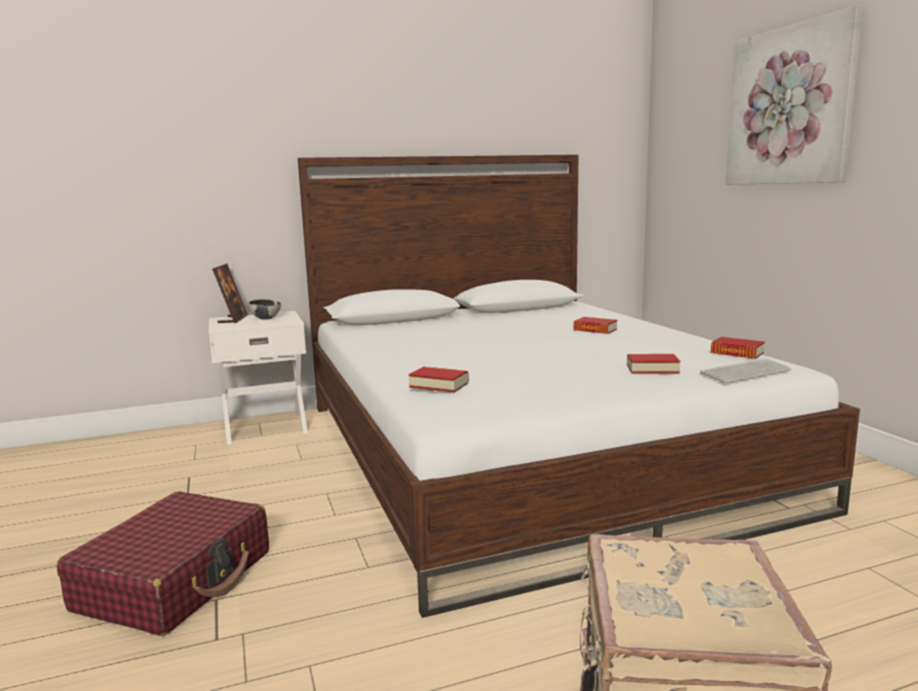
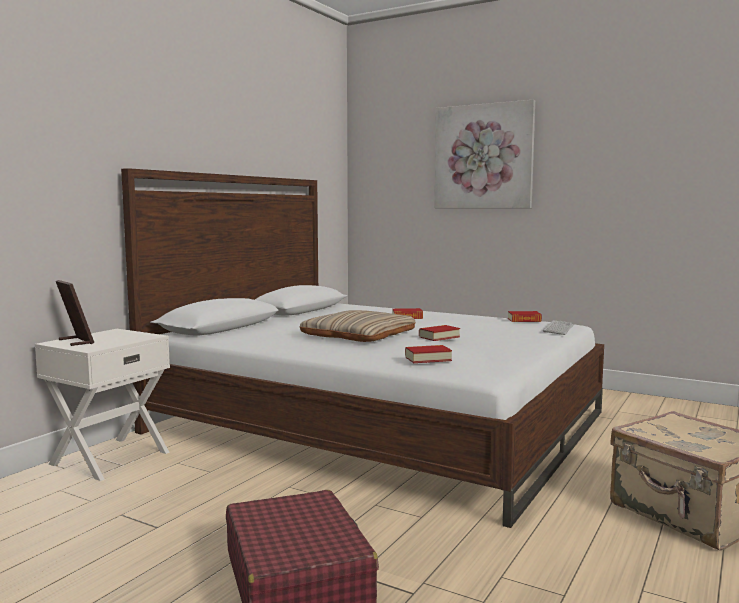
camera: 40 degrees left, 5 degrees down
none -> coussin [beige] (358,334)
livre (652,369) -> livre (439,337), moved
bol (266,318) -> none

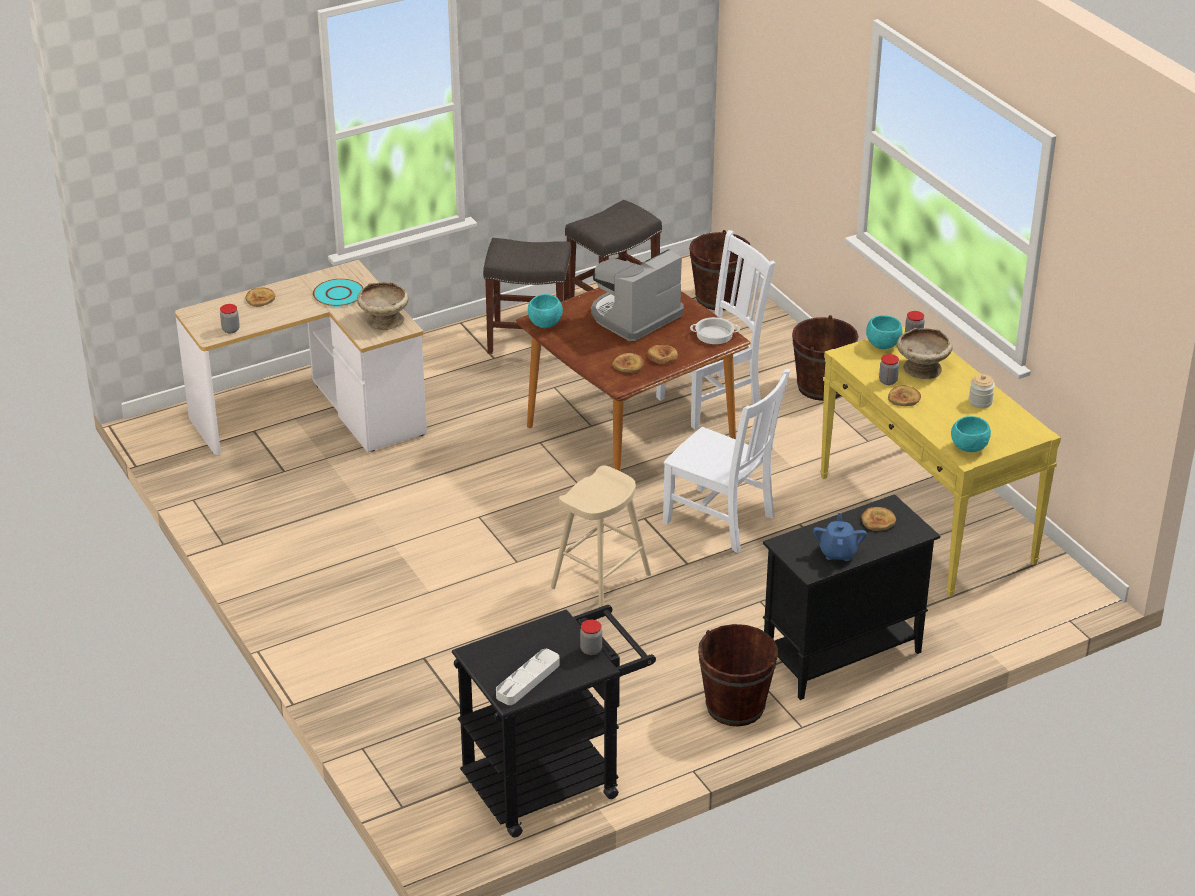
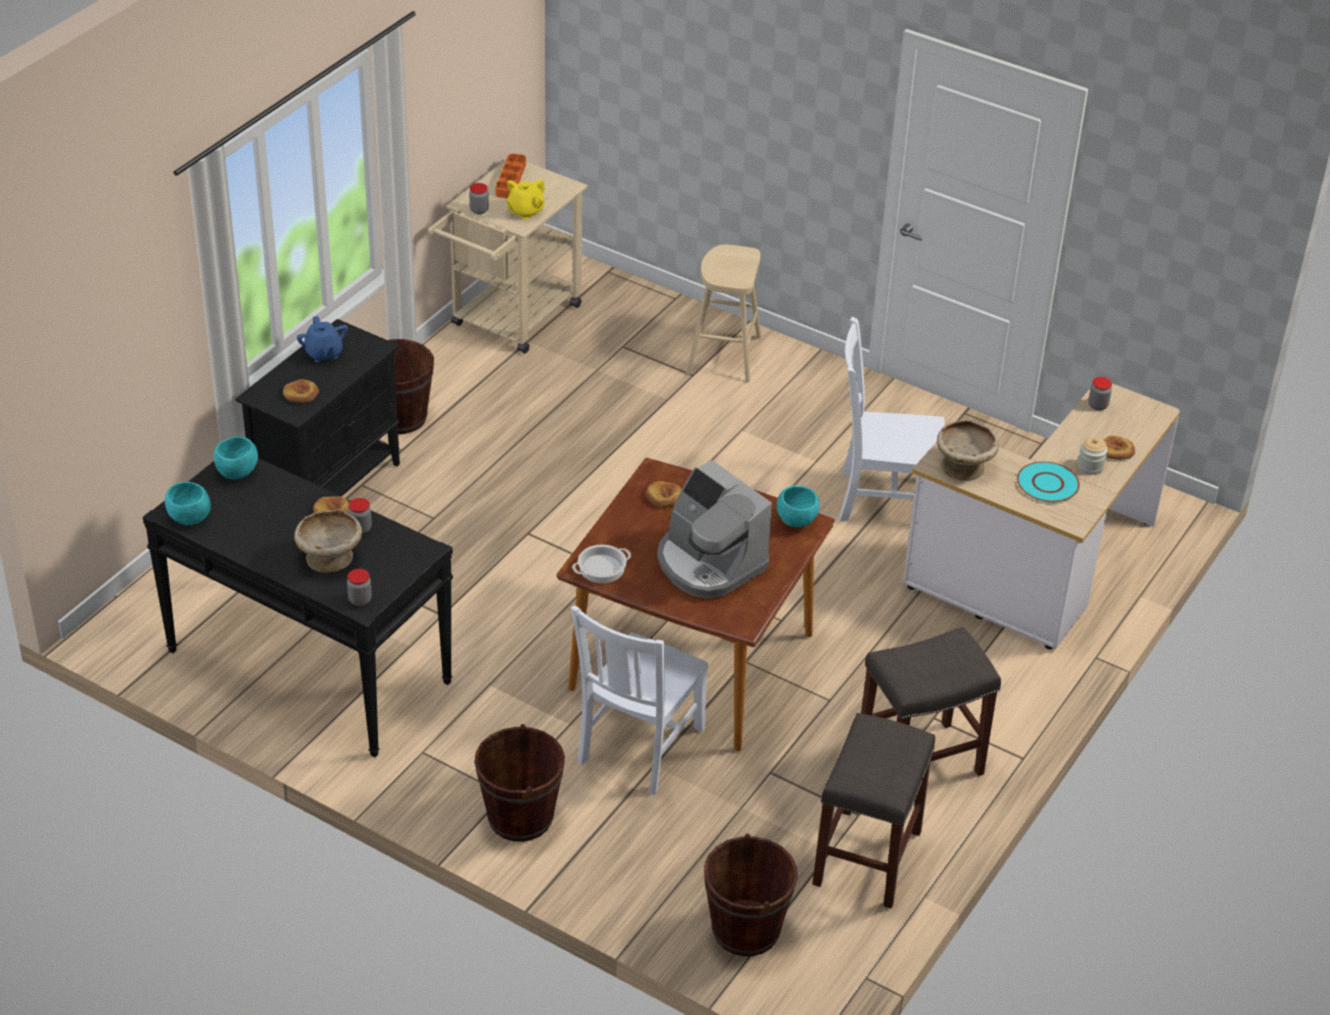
camera: 150 degrees right, 5 degrees up
table console [jaune] (927,519) -> table console [noir] (308,666)
bol [turquoise] (882,345) -> bol [turquoise] (190,518), moved
chariot [noir] (553,780) -> chariot [beige] (510,320)
plateau [gris] (528,680) -> plateau [orange] (510,179)
none -> théière [jaune] (525,211)
machine à café (634,317) -> machine à café (708,563), 120 degrees clockwise
tabouret [beige] (601,581) -> tabouret [beige] (723,355), moved
chaise [blanc] (722,521) -> chaise [blanc] (883,499), moved
bocal (980,402) -> bocal (1090,466), moved
pain (662,357) -> none

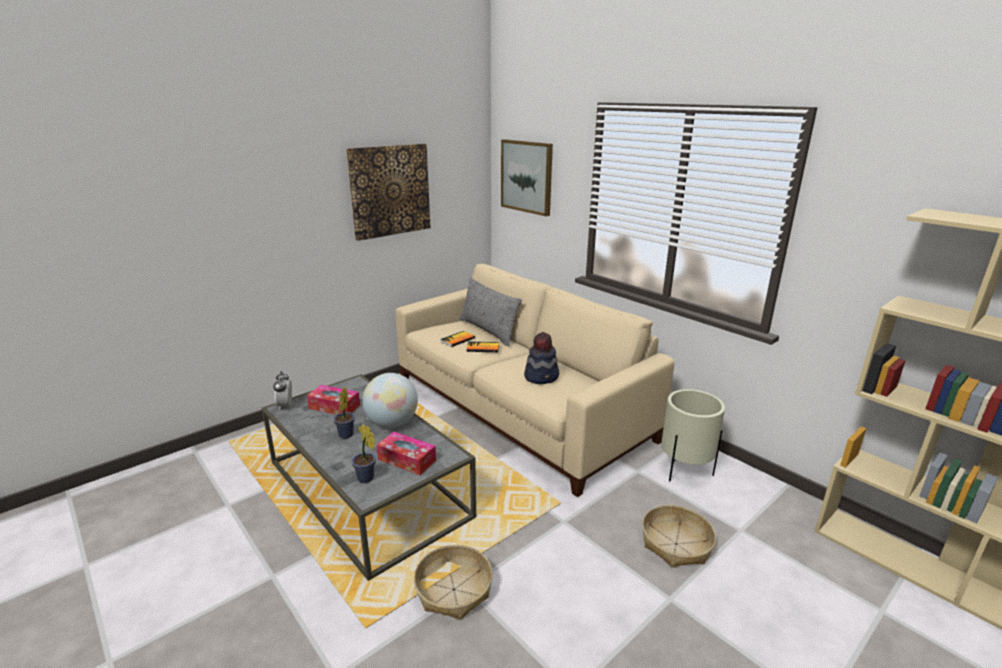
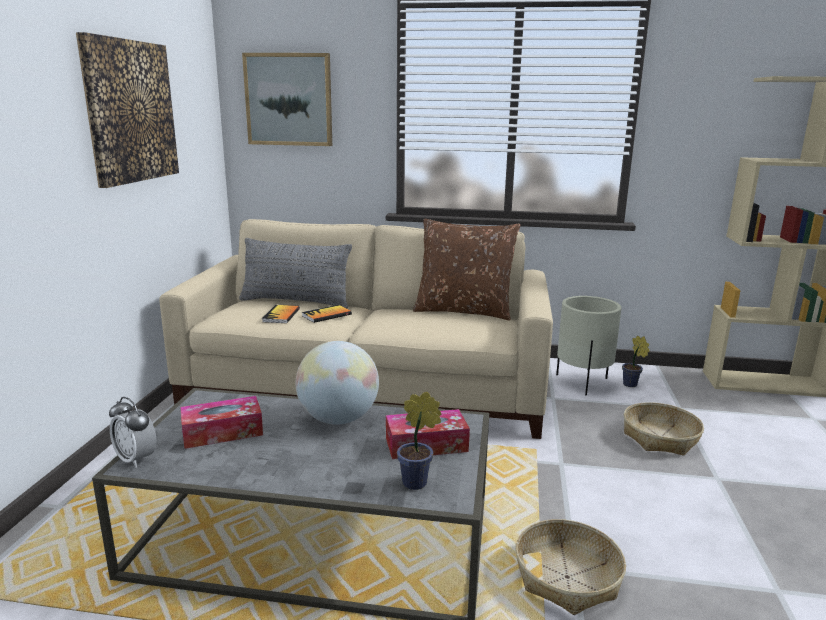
camera: 40 degrees left, 5 degrees down
none -> coussin [marron] (464,311)
plante en pot (345,436) -> plante en pot (631,385), moved
chapeau (542,376) -> none

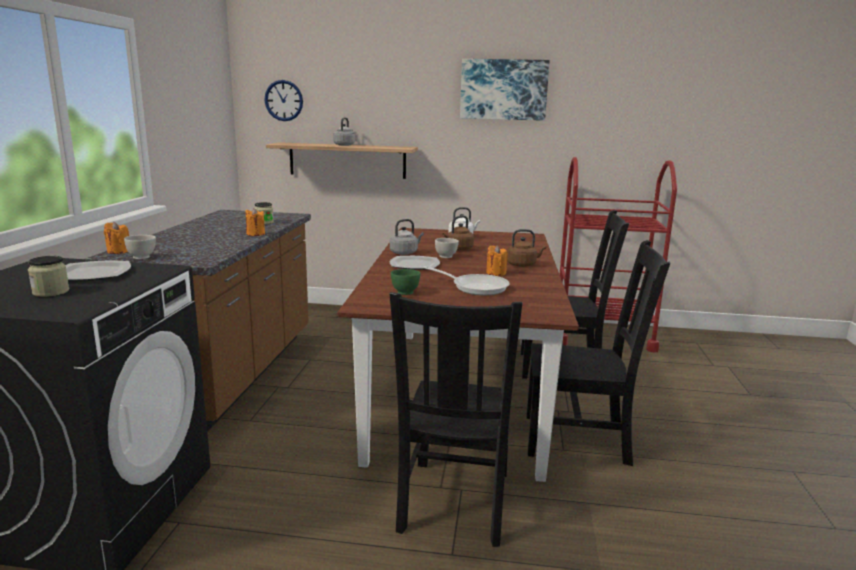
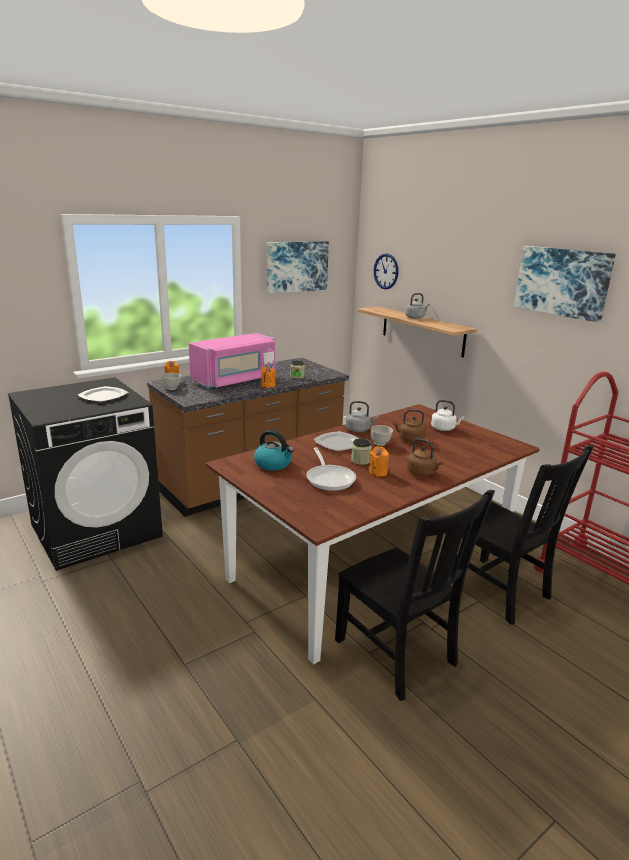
camera: 45 degrees right, 5 degrees up
none -> micro-ondes [rose] (235,380)
bol [vert] (405,292) -> bouilloire (273,464)
none -> tableau (296,266)
bocal (51,292) -> bocal (360,460), moved
chaise [noir] (454,504) -> none

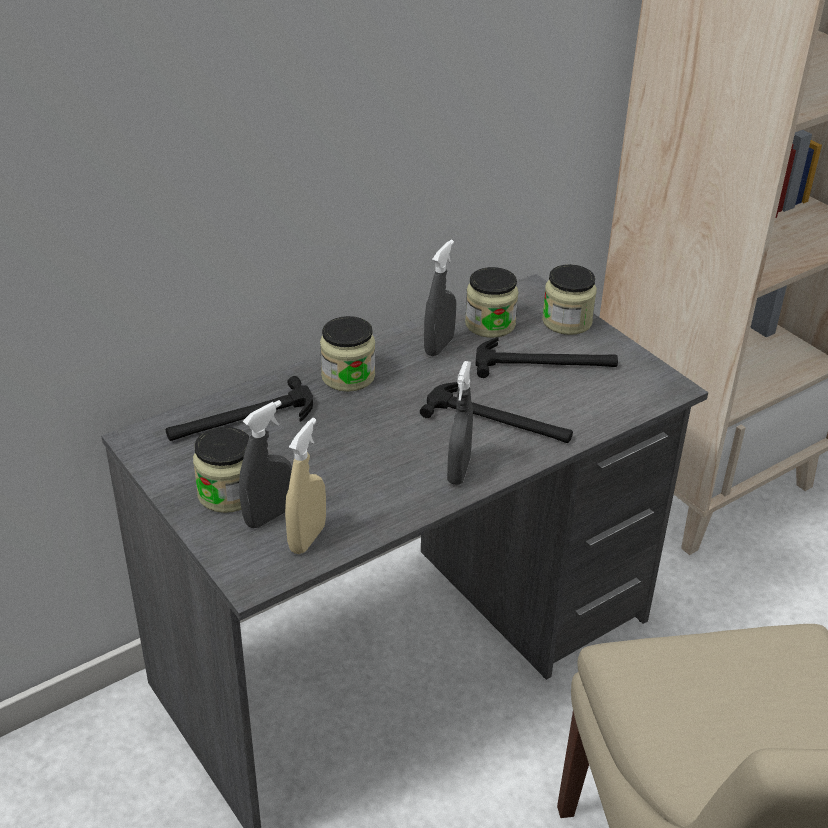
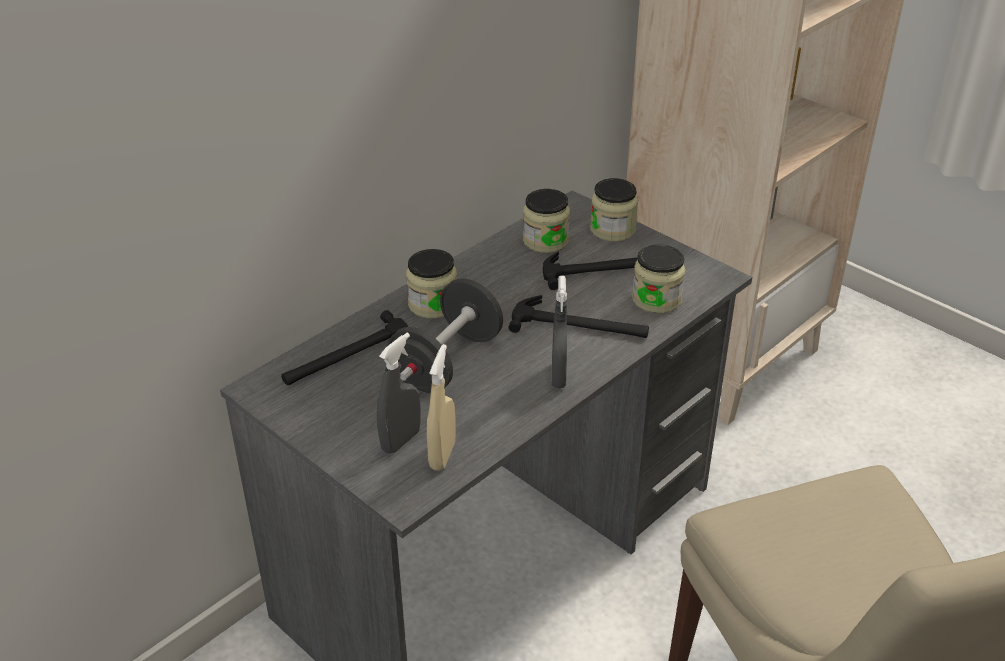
camera: 10 degrees left, 0 degrees up
none -> haltère [noir] (447,362)
bocal (228,493) -> bocal (656,299), moved
vaporisateur [gris] (439,346) -> none

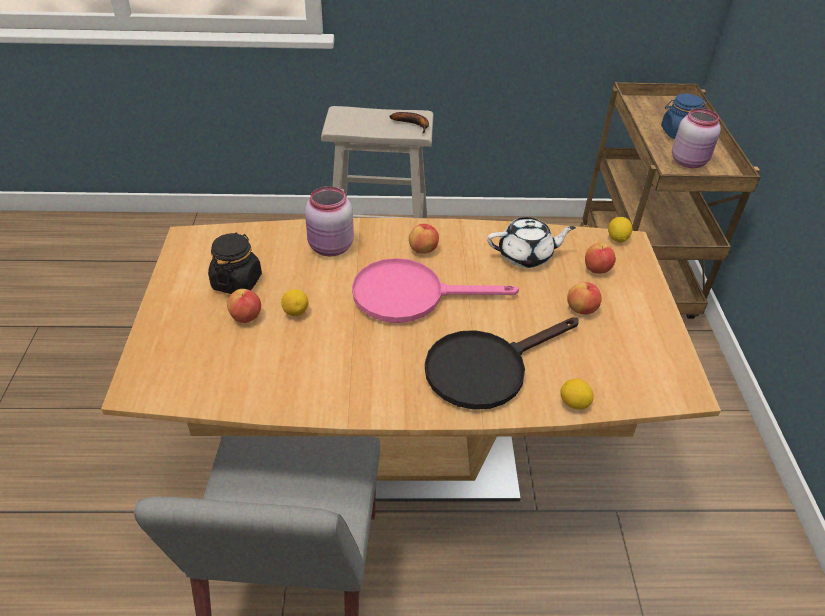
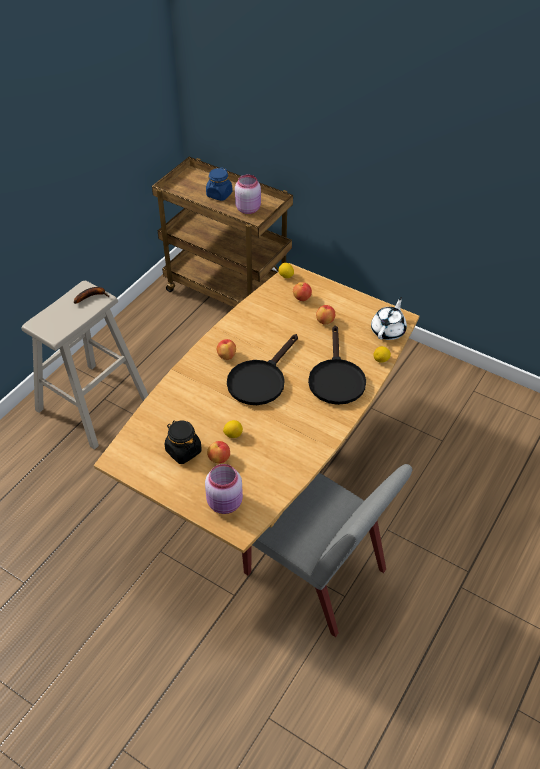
camera: 55 degrees left, 5 degrees up
bocal [rose] (330,248) -> bocal [rose] (225,503), moved
poêle [rose] (411,295) -> poêle [noir] (260,379)
théière [blanc] (526,256) -> théière [blanc] (388,330), moved

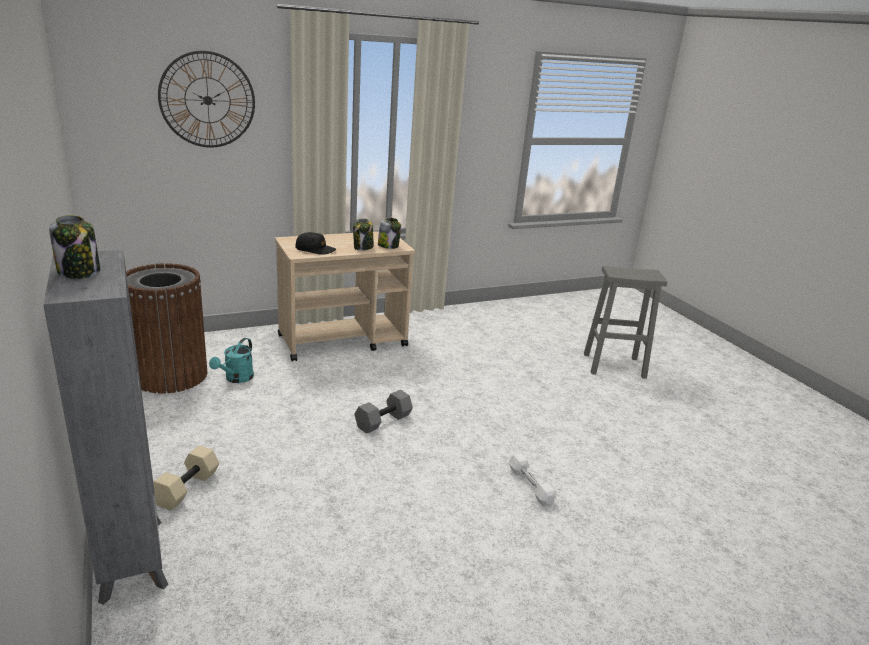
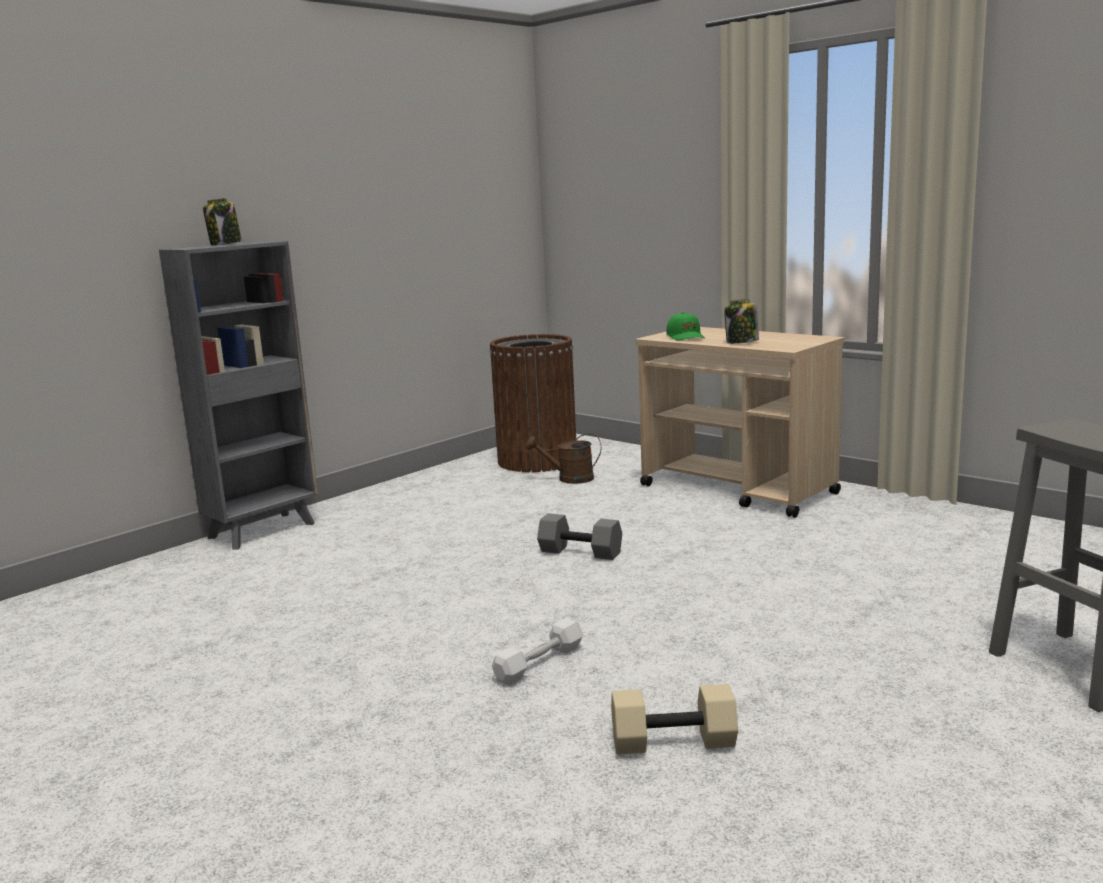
camera: 70 degrees right, 10 degrees down
arrosoir [turquoise] (236,379) -> arrosoir [marron] (569,479)
haltère [beige] (186,487) -> haltère [beige] (674,741), moved
casquette [noir] (315,249) -> casquette [vert] (685,337)
horloge murale (207,100) -> none
bocal (388,246) -> none

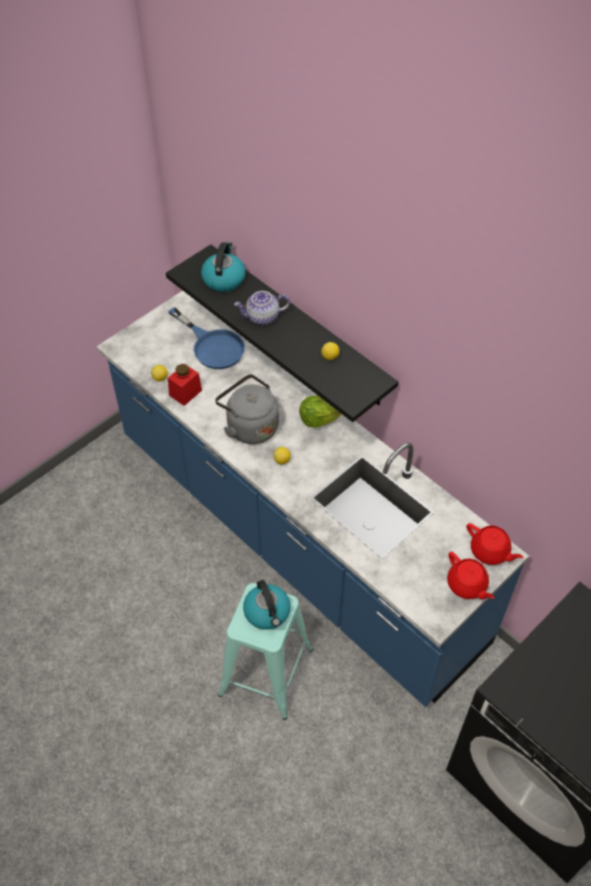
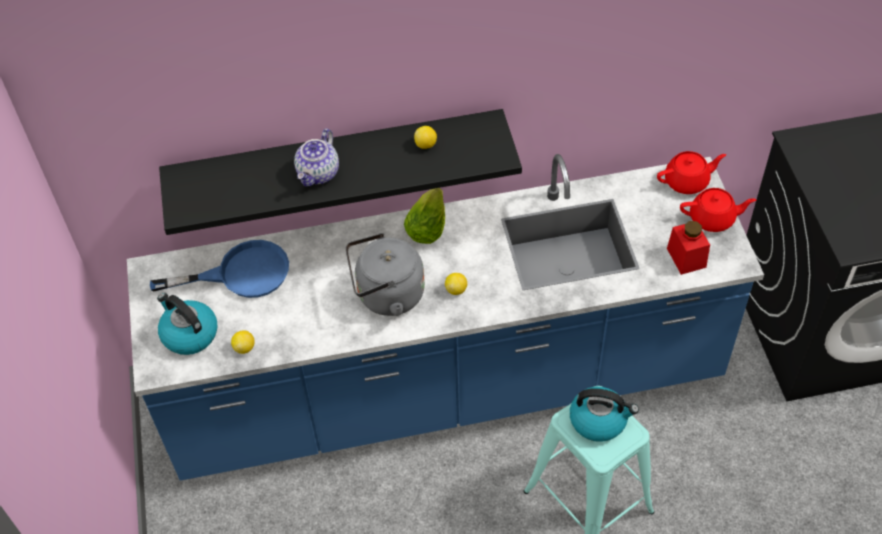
camera: 55 degrees left, 0 degrees up
bouilloire (223,279) -> bouilloire (189,334), moved
bocal [rouge] (185,393) -> bocal [rouge] (686,258), moved

